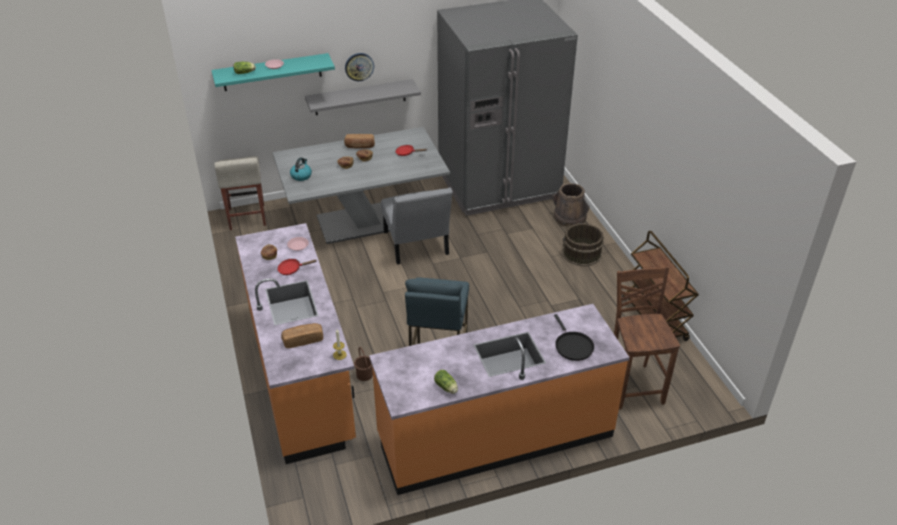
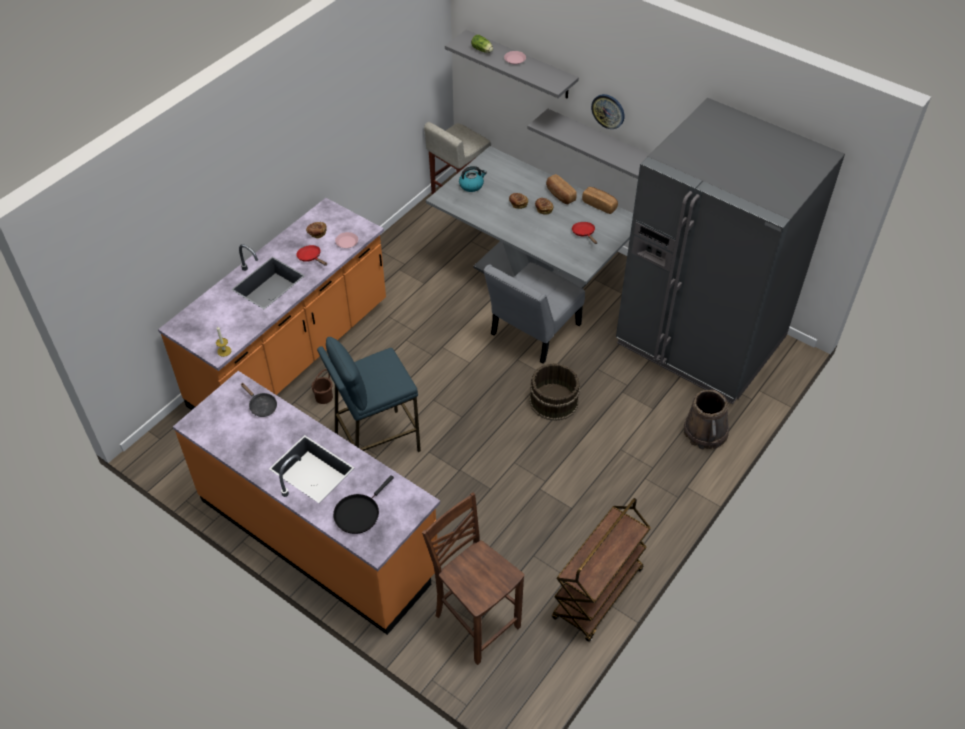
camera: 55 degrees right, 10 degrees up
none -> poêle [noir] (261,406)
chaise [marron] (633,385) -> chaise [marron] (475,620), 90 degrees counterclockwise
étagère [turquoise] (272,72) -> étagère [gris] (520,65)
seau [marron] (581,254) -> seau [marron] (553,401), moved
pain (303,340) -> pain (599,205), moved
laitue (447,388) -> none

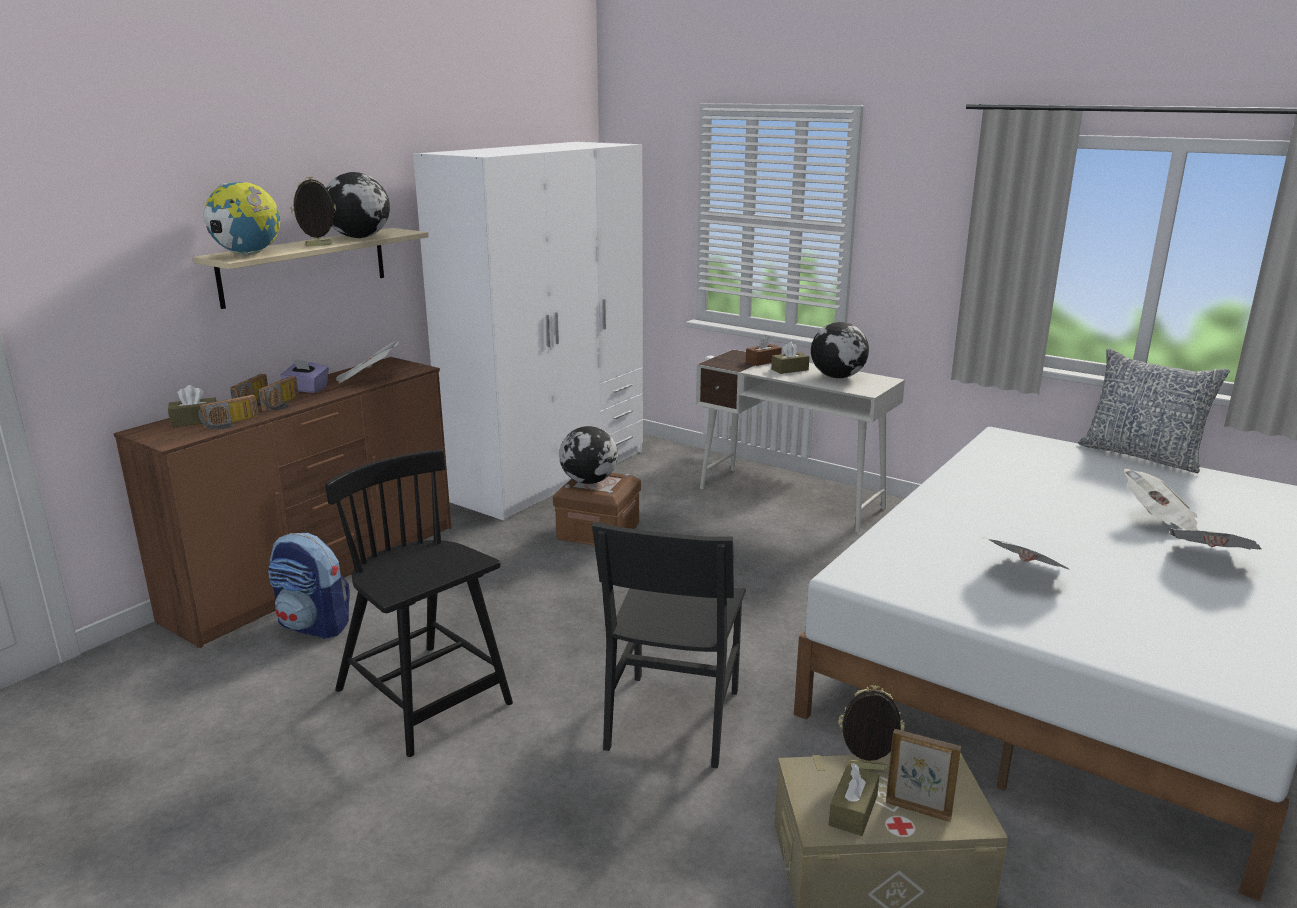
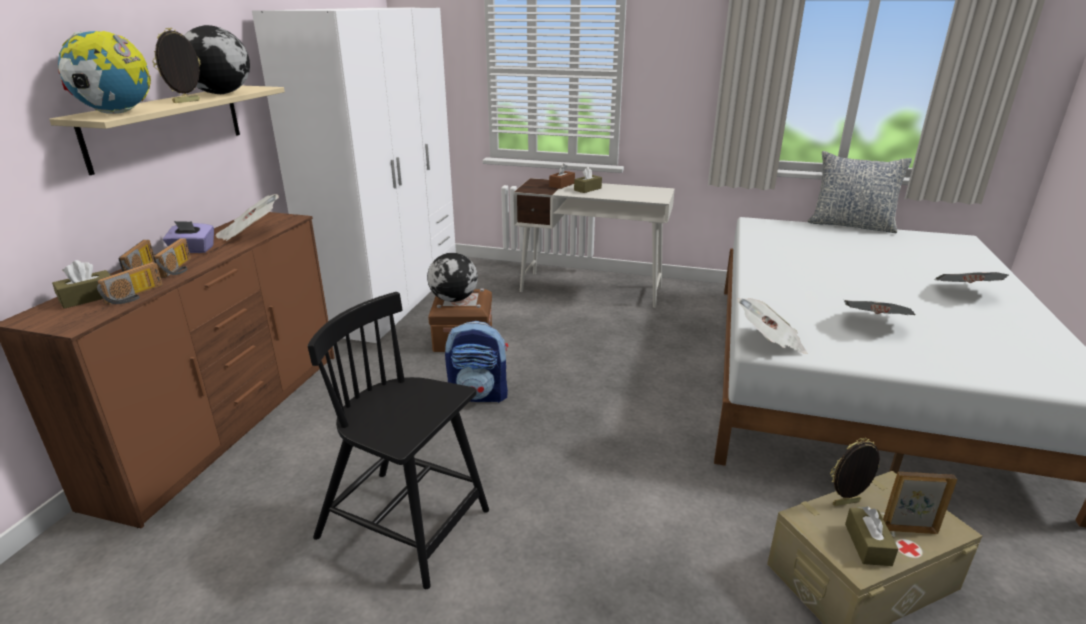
camera: 20 degrees left, 5 degrees up
sac à dos (314,625) -> sac à dos (479,394), moved
journal (1159,521) -> journal (770,342), moved
chaise [noir] (673,718) -> none
globe (838,377) -> none

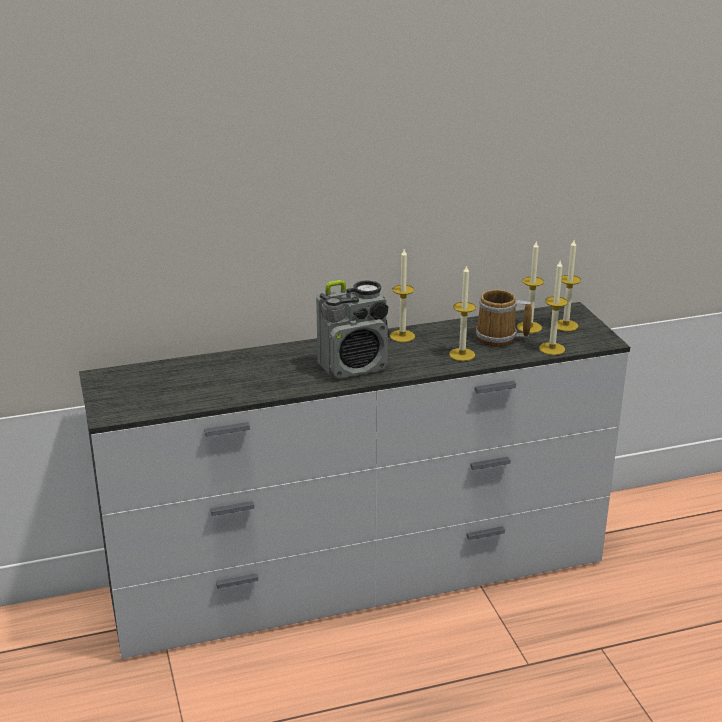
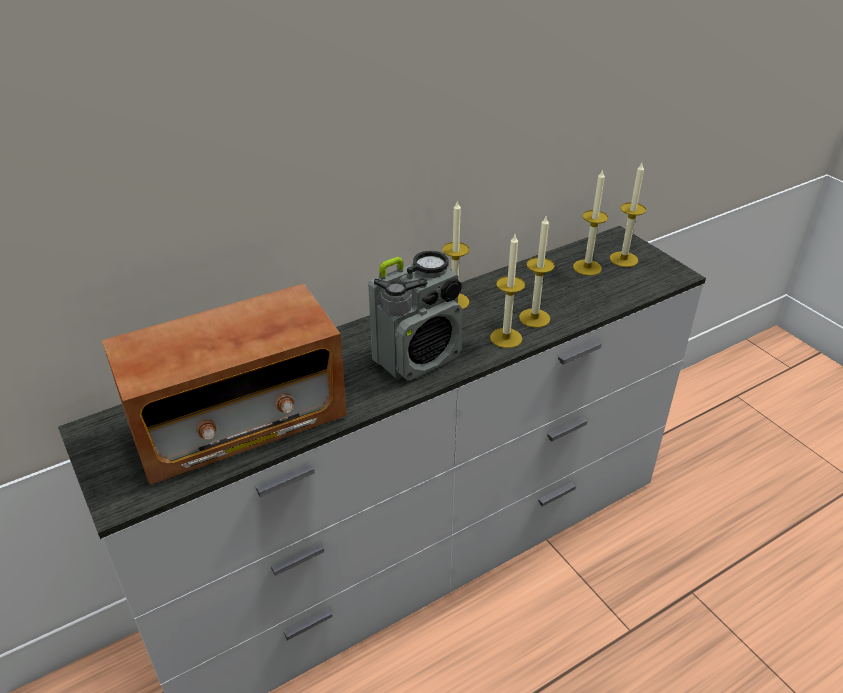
camera: 15 degrees left, 10 degrees up
none -> radio (239,423)
bougie (552,349) -> bougie (506,338), moved
mug (499,339) -> none

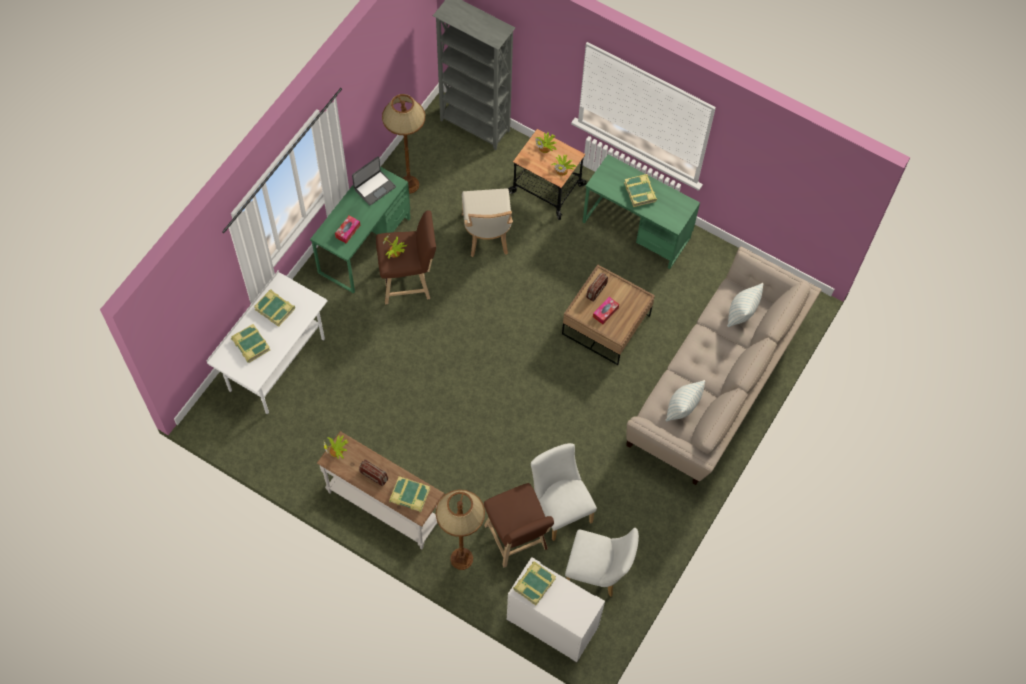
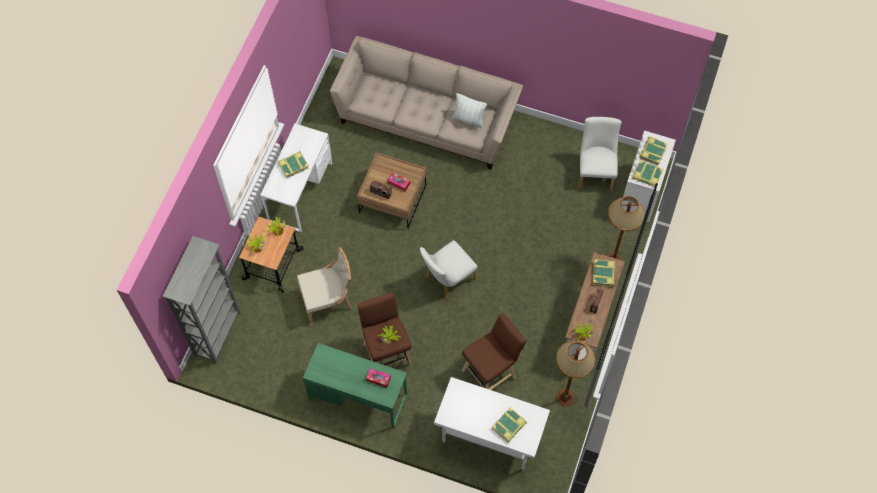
camera: 100 degrees left, 0 degrees up
bureau [vert] (636,230) -> bureau [blanc] (300,192)
chaise [blanc] (560,507) -> chaise [blanc] (447,279), moved
tabouret [marron] (517,540) -> tabouret [marron] (491,372), moved
lampadaire [marron] (408,184) -> lampadaire [marron] (565,397), moved
livre (275,309) -> livre (652,152), moved
ordinateur portable (374,187) -> none
coussin (741,313) -> none

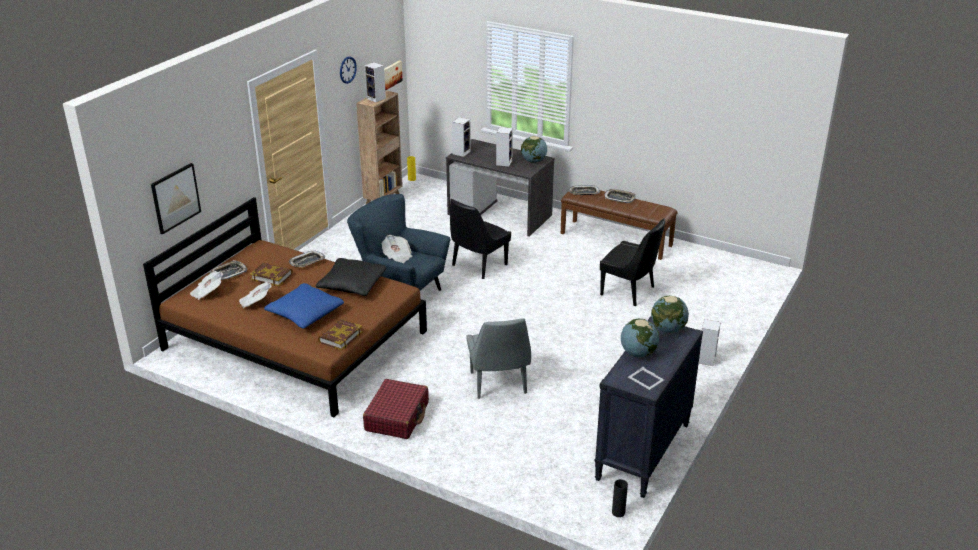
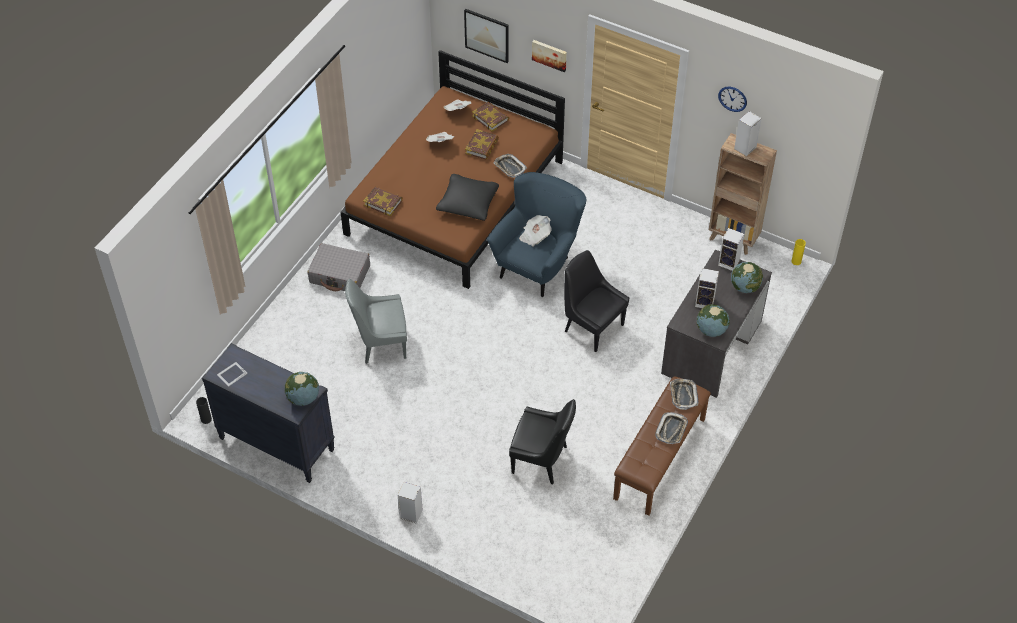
camera: 90 degrees right, 20 degrees up
valise [rouge] (397,417) -> valise [gris] (340,274)
plateau (229,273) -> livre (490,118)
chaise [noir] (629,291) -> chaise [noir] (542,460), 105 degrees counterclockwise
tableau (390,75) -> tableau (549,55), moved
globe (638,353) -> globe (745,287), moved
coussin [bleu] (305,314) -> none

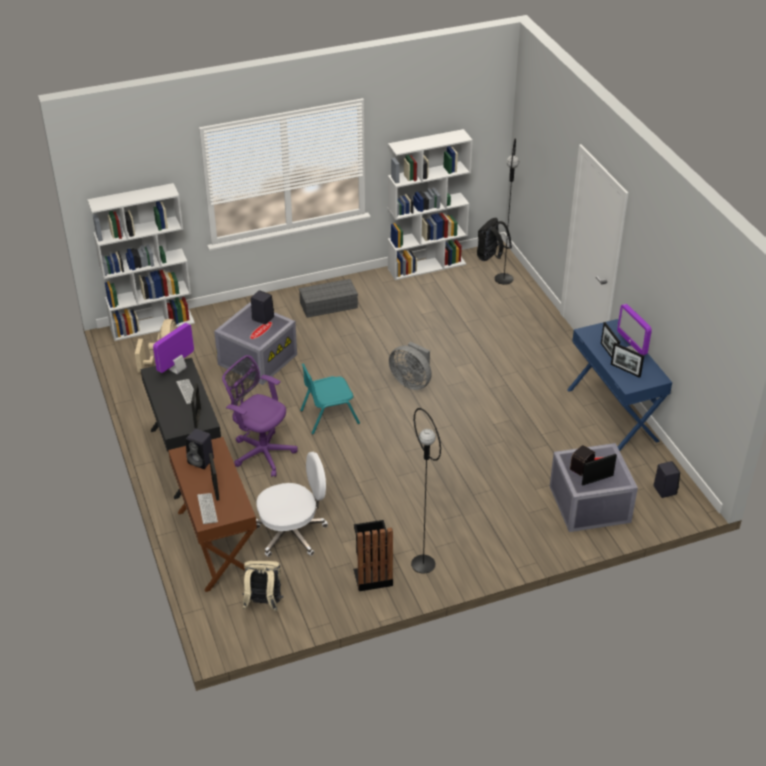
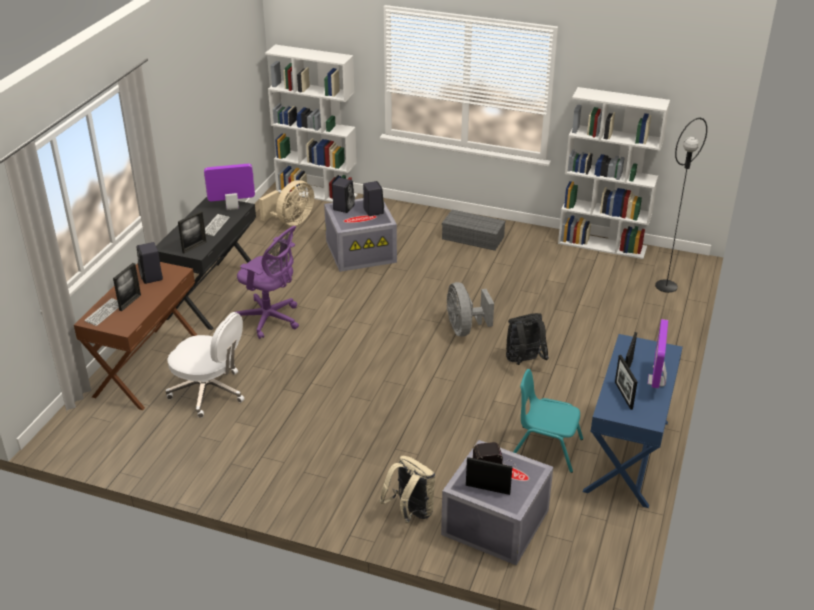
camera: 40 degrees right, 5 degrees down
chaise de bureau [violet] (261,452) -> chaise de bureau [violet] (270,319), 135 degrees clockwise
enceinte [noir] (664,490) -> enceinte [noir] (343,207), moved
sac à dos [beige] (263,603) -> sac à dos [beige] (410,512), moved
sac à dos [noir] (491,257) -> sac à dos [noir] (524,361), moved
chaise [turquoise] (329,416) -> chaise [turquoise] (546,448), moved
poubelle [noir] (372,575) -> none
lampadaire [noir] (423,564) -> none

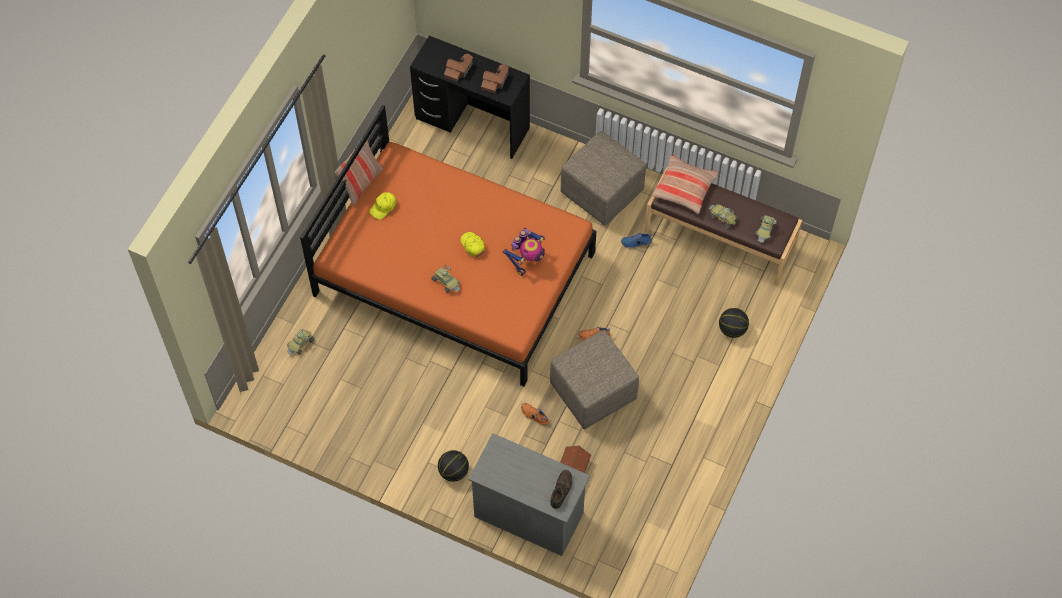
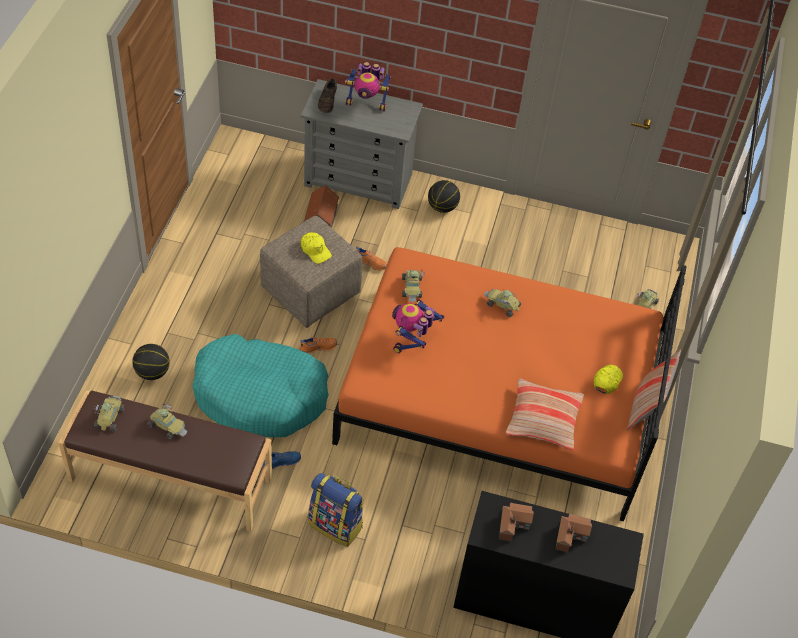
camera: 165 degrees right, 10 degrees down
none -> panier pour chien [turquoise] (260,396)
casquette [jaune] (473,245) -> casquette [jaune] (315,250), moved
pouf [beige] (601,192) -> sac à dos (336,524)
none -> robot jouet (367,103)
none -> petite voiture (412,288)
coussin (684,188) -> coussin (543,420), moved

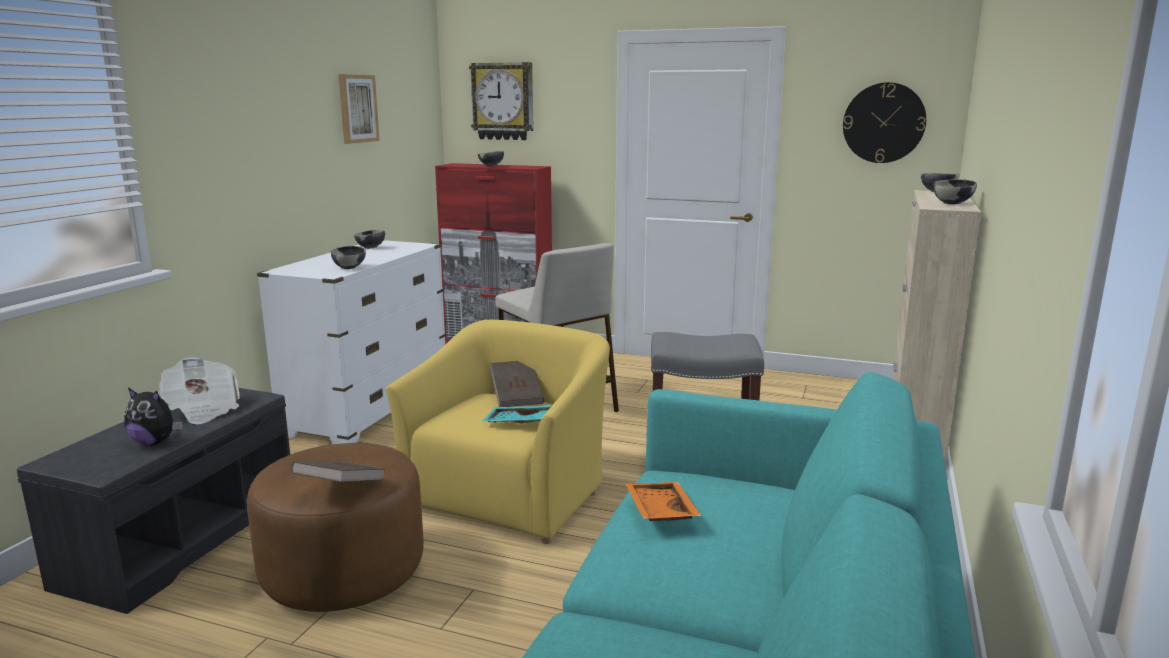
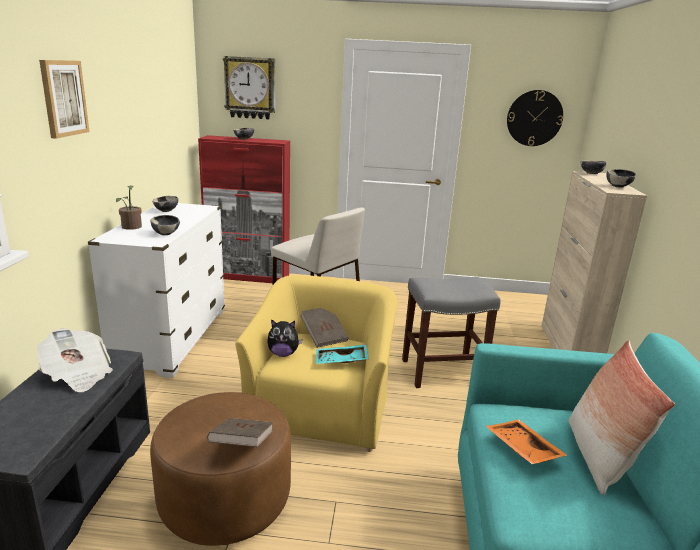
camera: 15 degrees left, 5 degrees up
tableau (357,108) -> tableau (63,98), moved
none -> plante en pot (131,227)
peluche (155,442) -> peluche (283,354), moved
none -> coussin (598,457)

